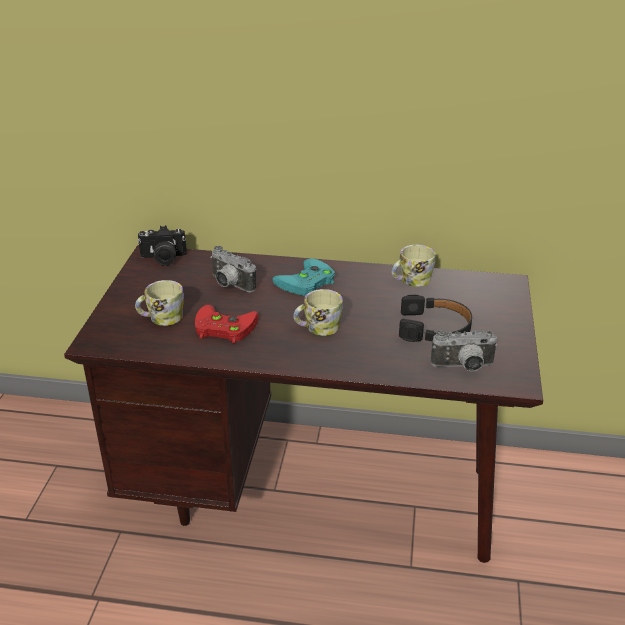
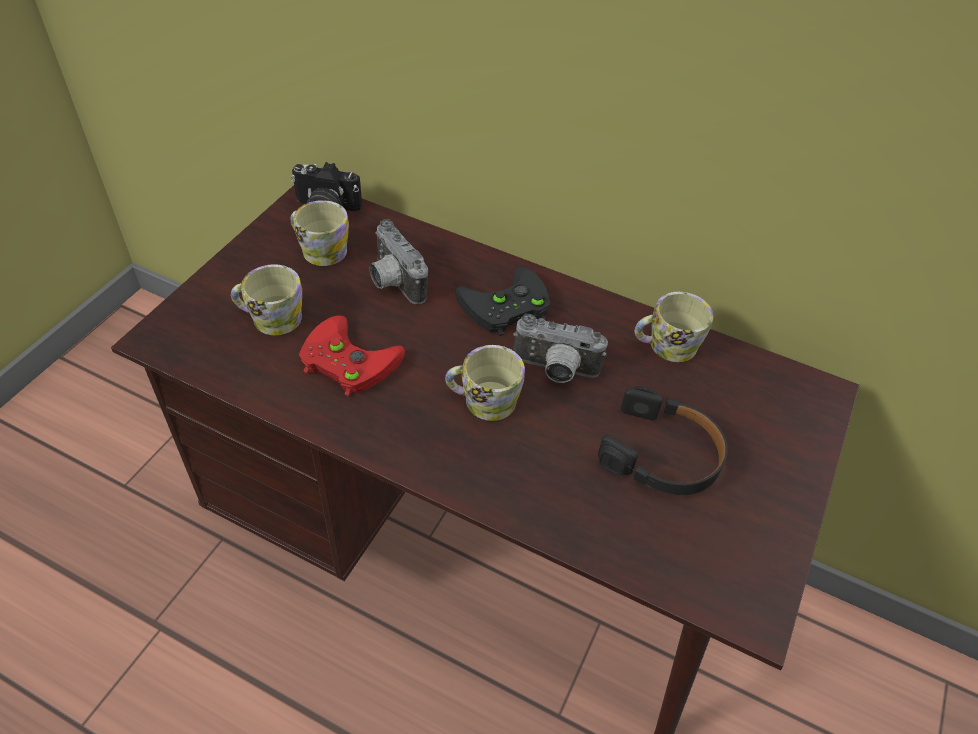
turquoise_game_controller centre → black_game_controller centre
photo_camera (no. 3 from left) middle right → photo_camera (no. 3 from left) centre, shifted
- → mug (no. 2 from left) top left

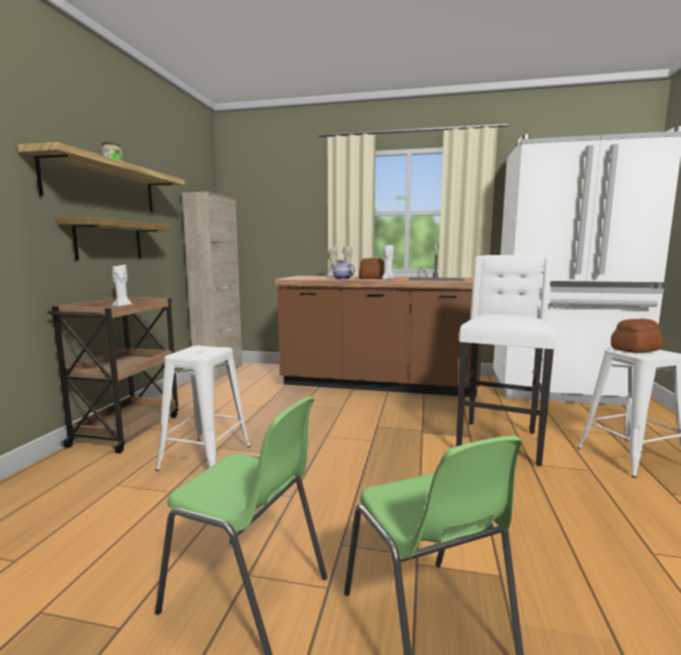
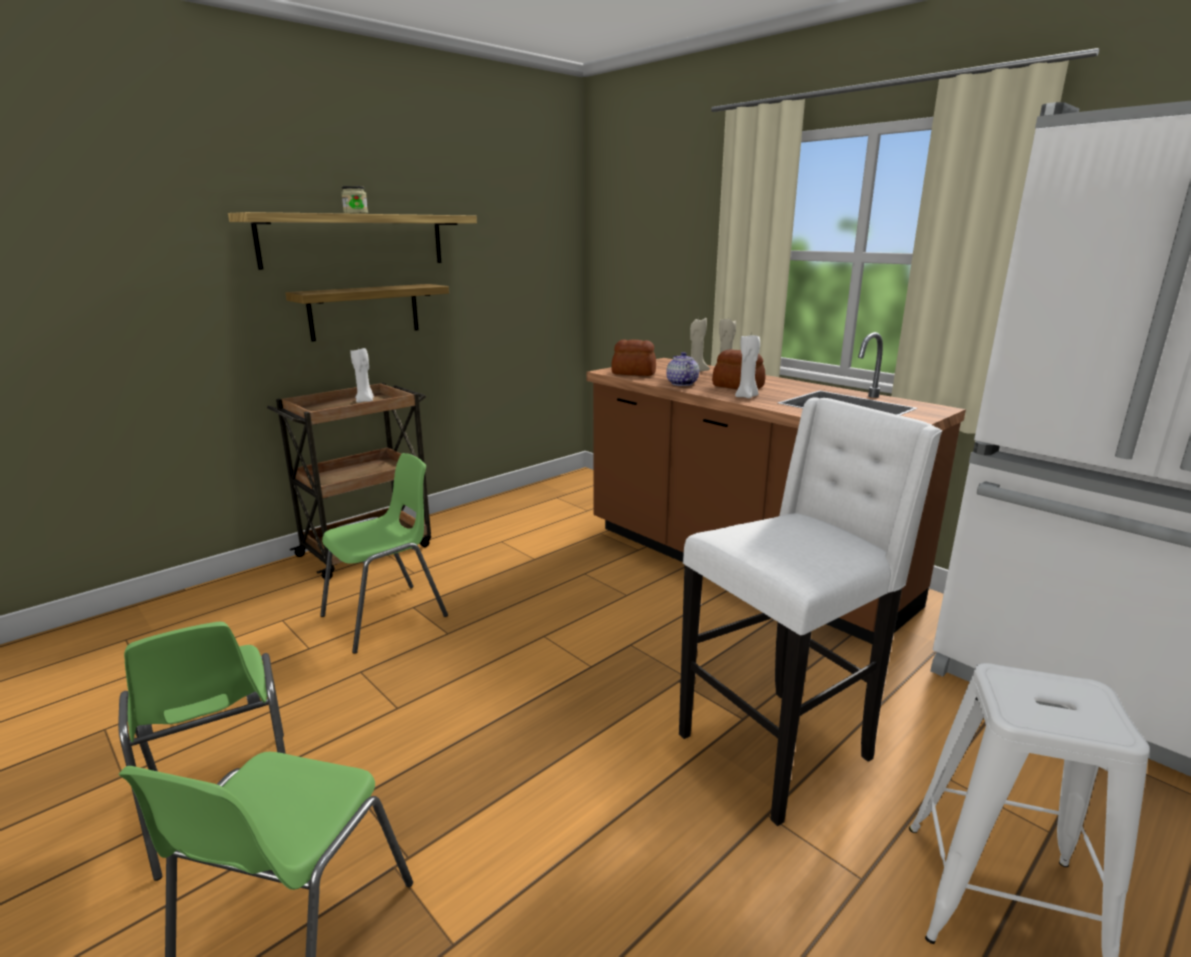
white_stool (no. 1 from left) middle left → green_chair (no. 3 from left) middle left
beige_cabinet middle left → -
bread (no. 2 from left in the first image) middle right → bread (no. 1 from left) centre, shifted

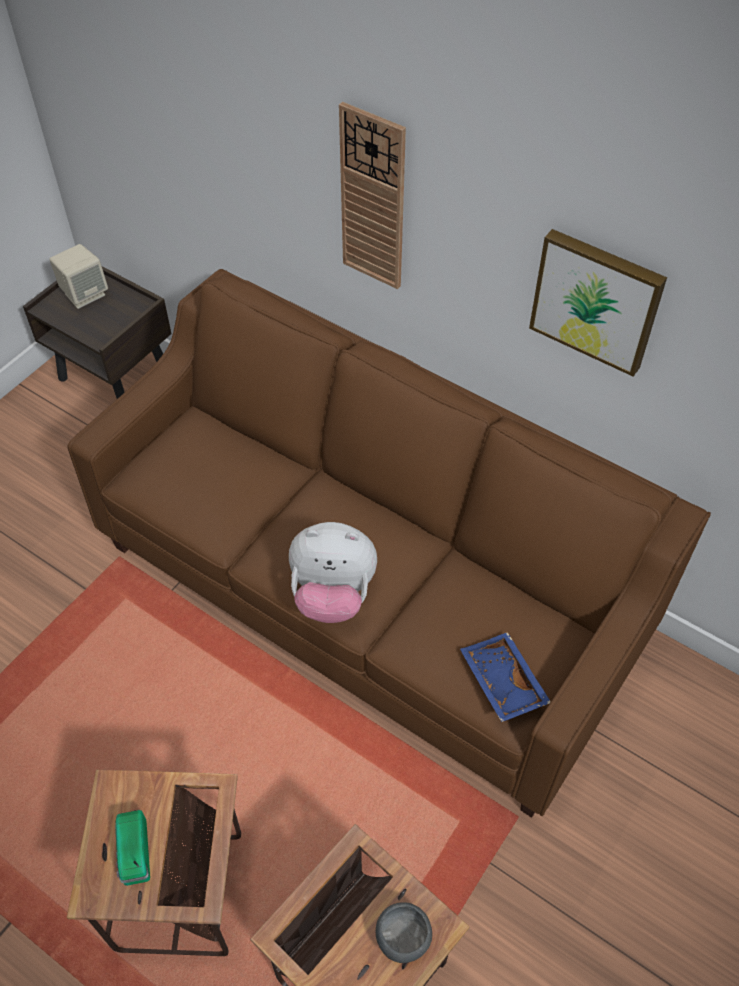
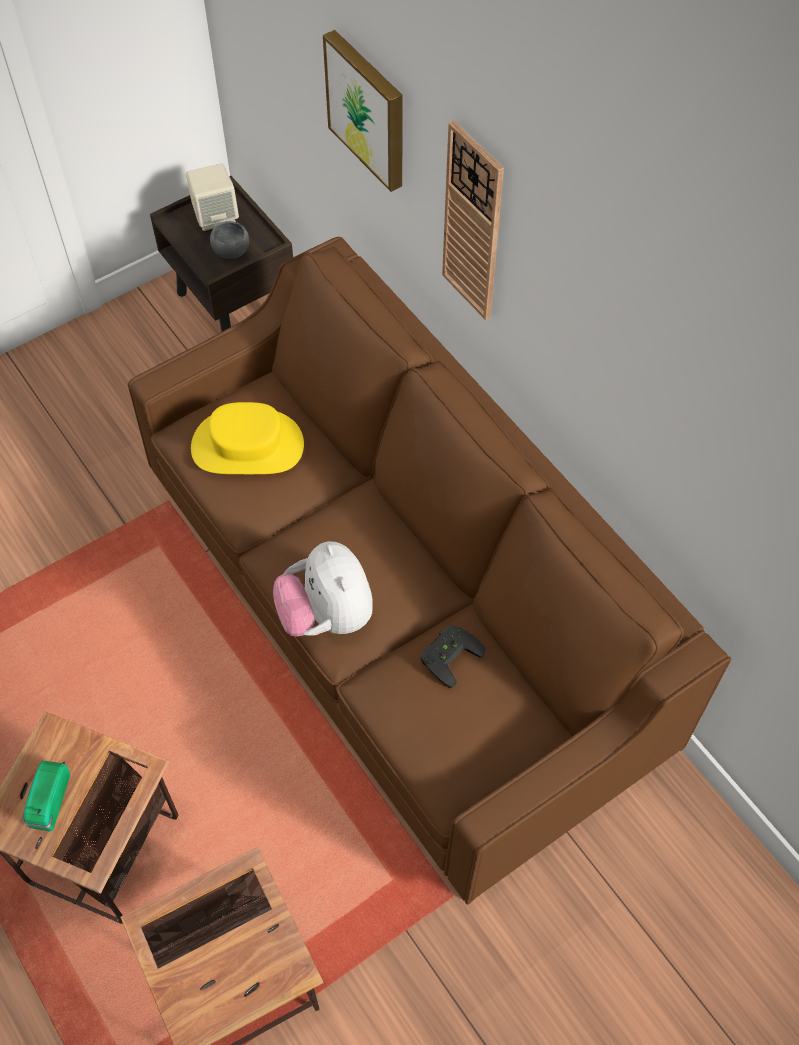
plush_toy centre, 45 degrees clockwise
grey_bowl bottom centre → grey_bowl top left, shifted
blue_tray bottom right → -
picture top right → picture top centre, shifted
- → yellow_hat middle left
- → black_game_controller centre

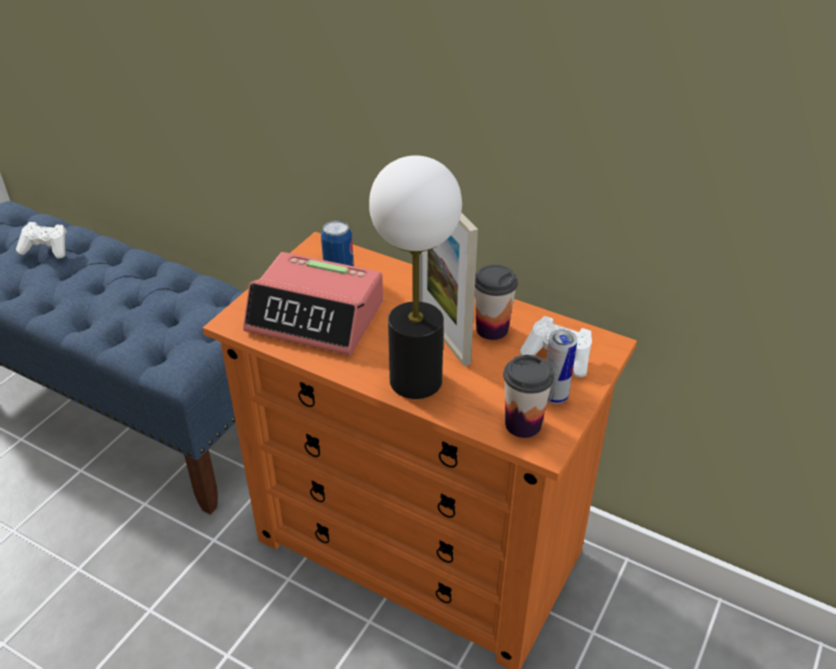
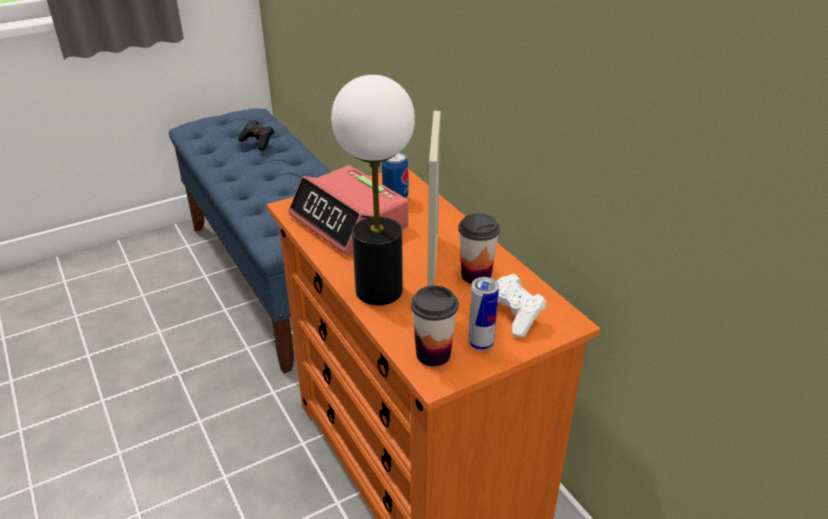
white_game_controller (no. 1 from left) middle left → black_game_controller top left

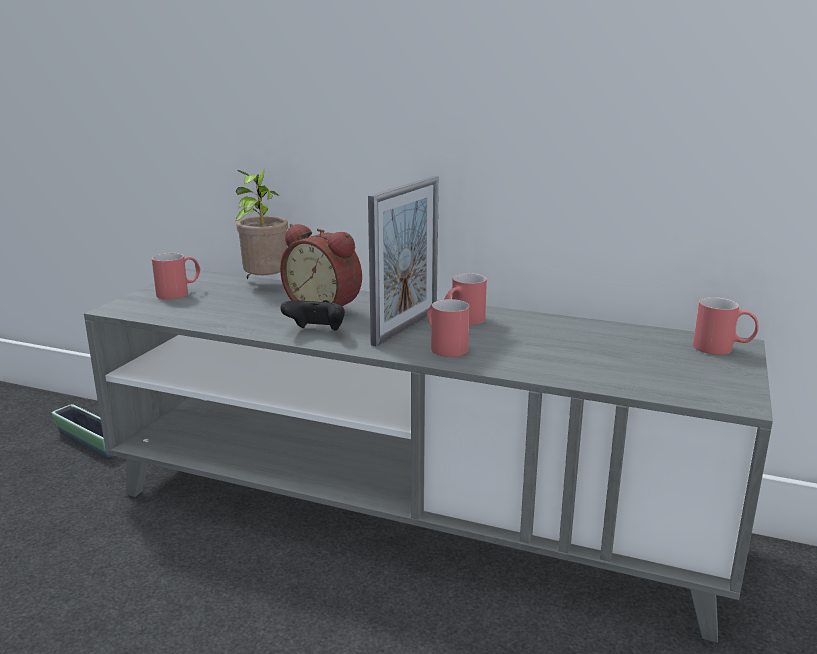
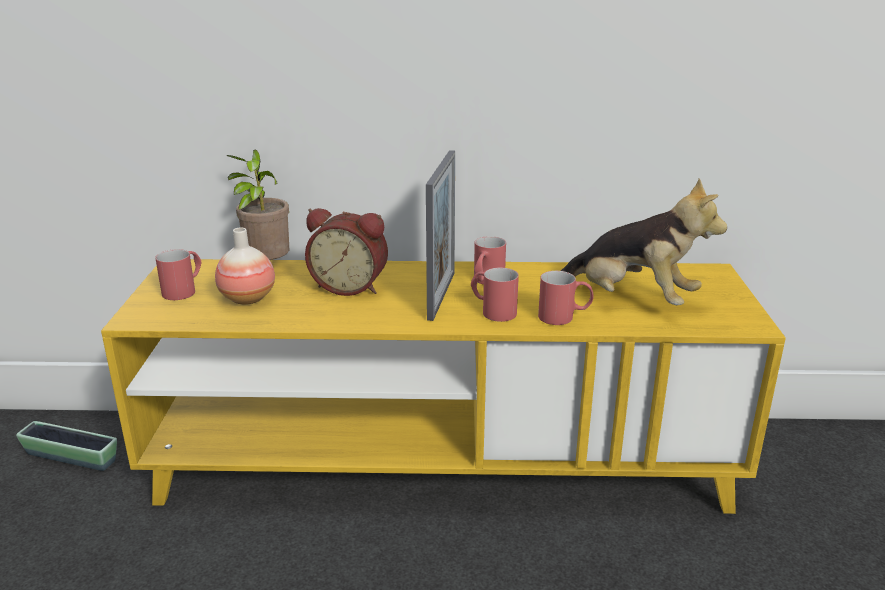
grey_tv_stand bottom centre → yellow_tv_stand centre
black_game_controller centre → -
red_mug (no. 4 from left) middle right → red_mug (no. 4 from left) centre, shifted
- → vase middle left
- → plush_toy middle right

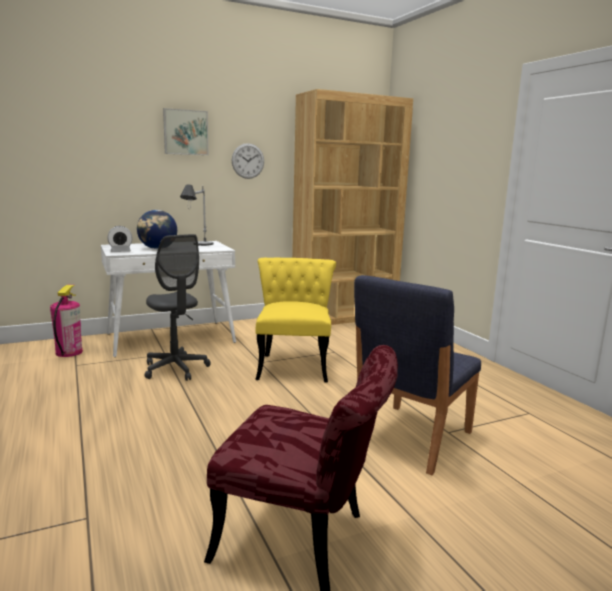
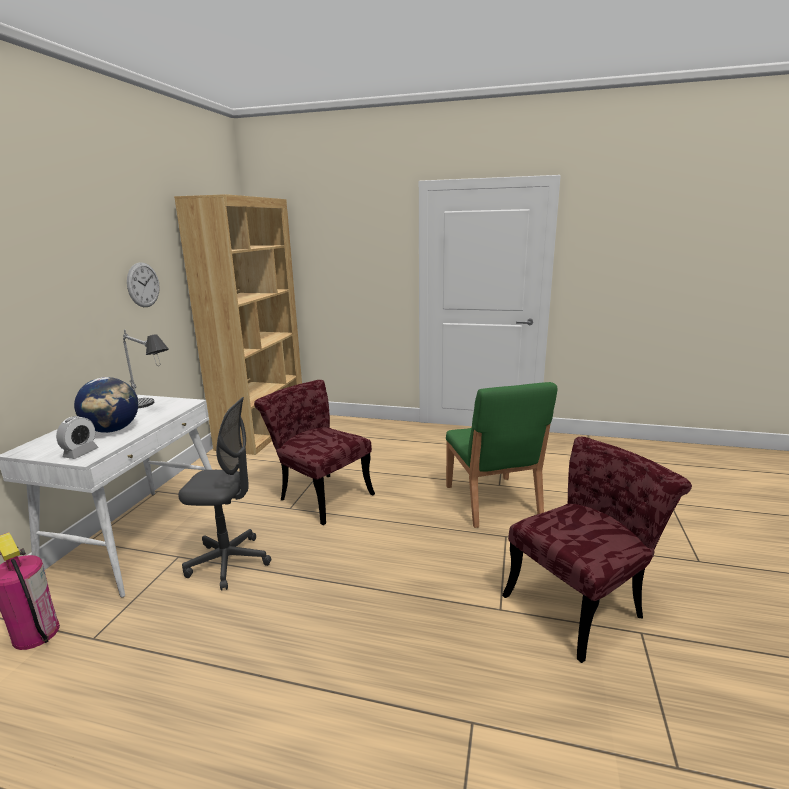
picture top left → -
yellow_chair centre → red_chair (no. 1 from left) centre
blue_chair middle right → green_chair centre

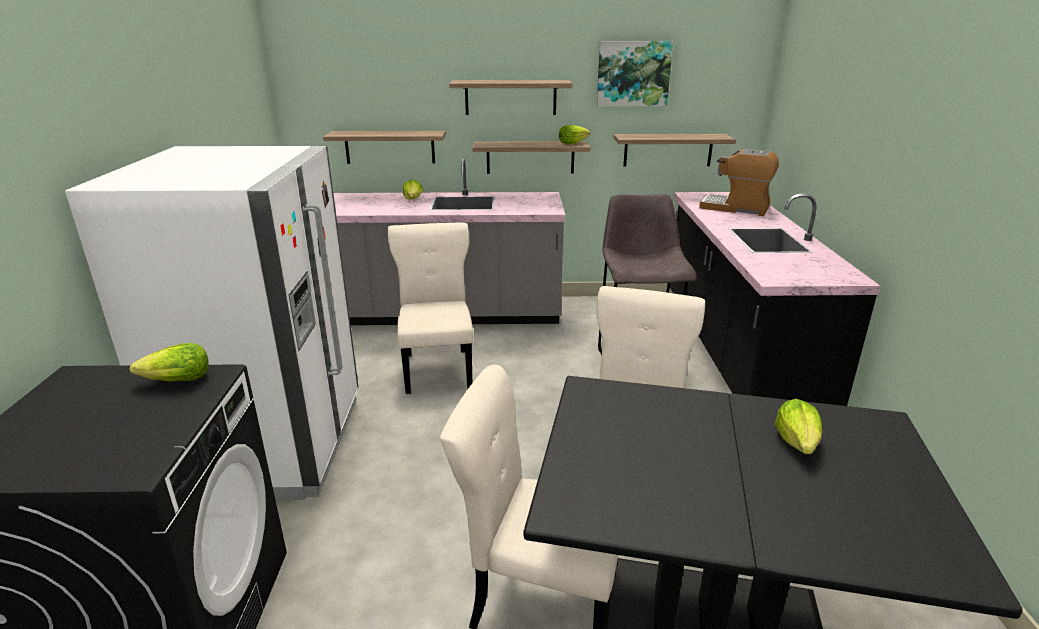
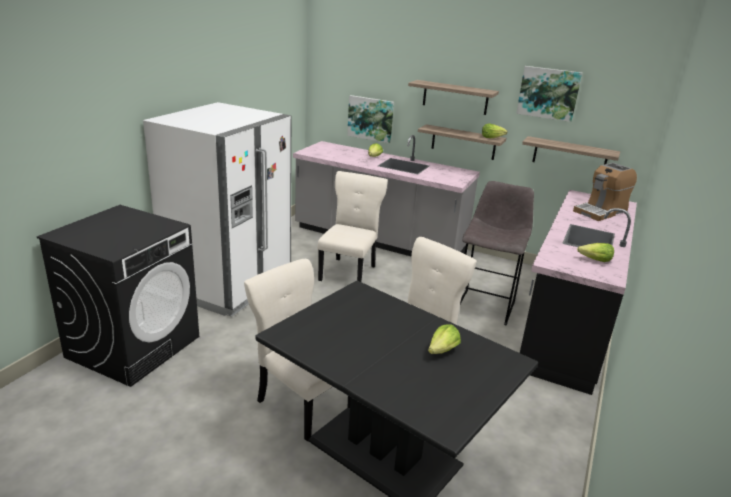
lettuce (no. 1 from left in the first image) middle left → lettuce (no. 4 from left) middle right, shifted
shelf (no. 1 from left) top centre → picture (no. 1 from left) top centre
coffee_machine top right → coffee_machine middle right, 90 degrees counterclockwise

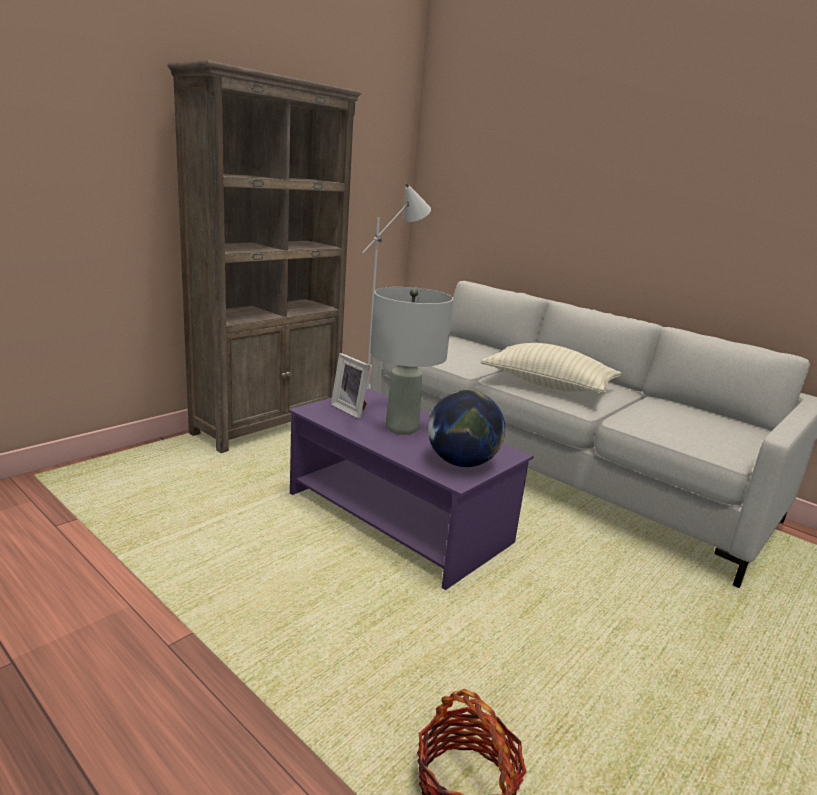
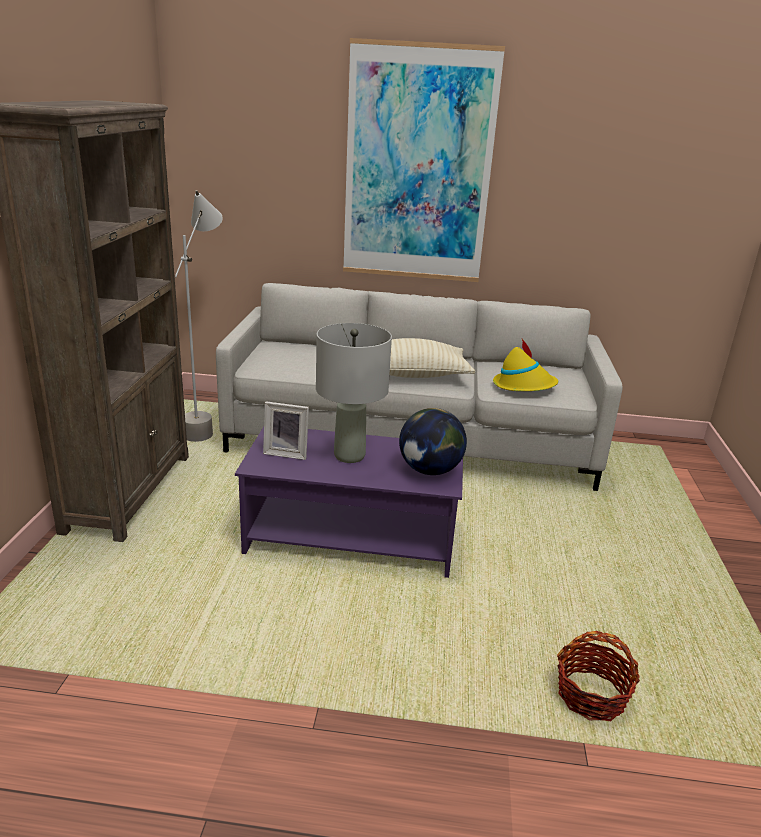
- → picture top centre
- → yellow_hat middle right

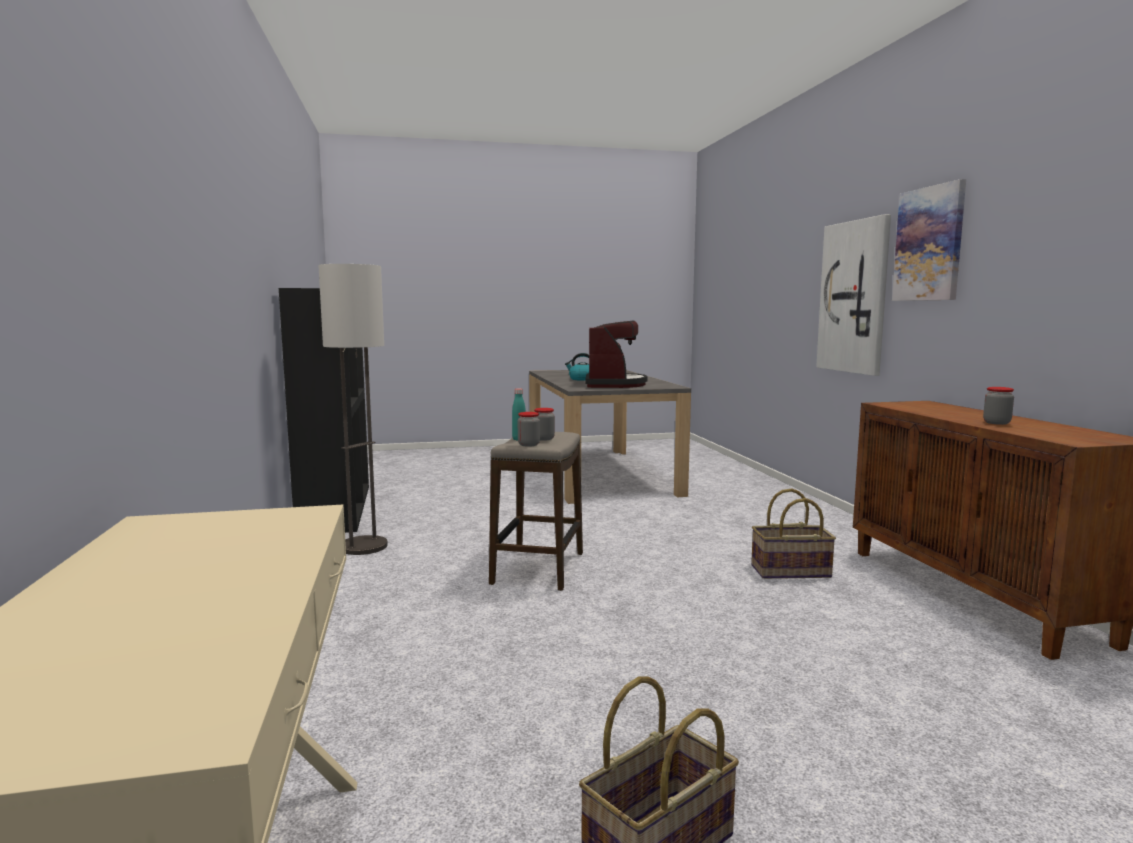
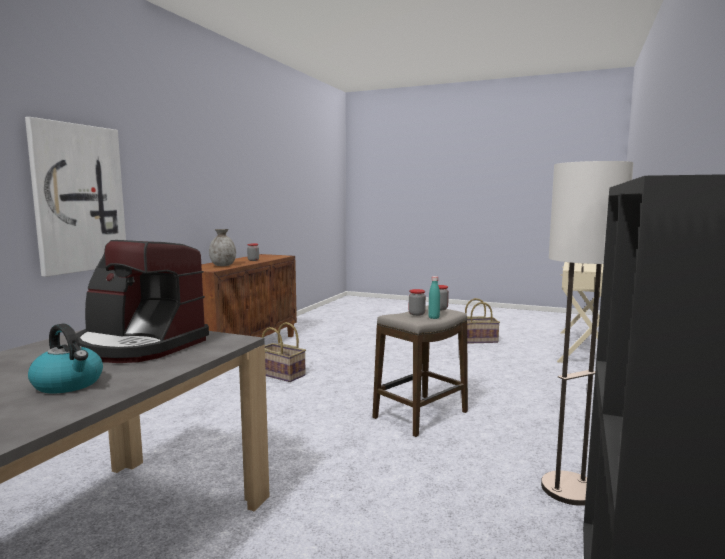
coffee_machine centre → coffee_machine middle left, 105 degrees counterclockwise
picture (no. 2 from left) top right → -
- → grey_vase middle left

